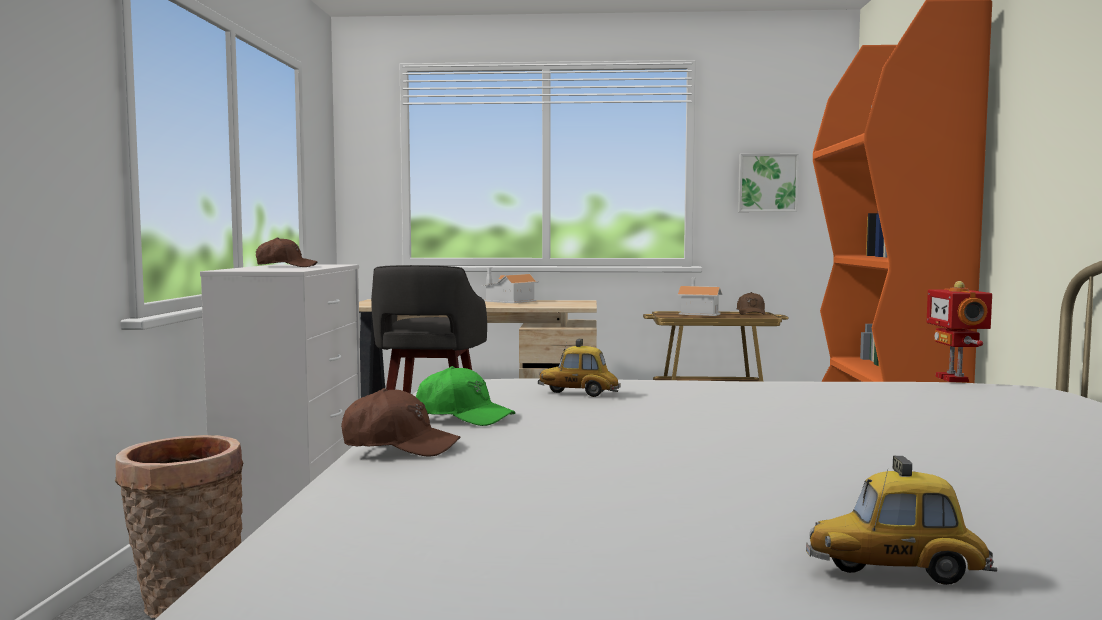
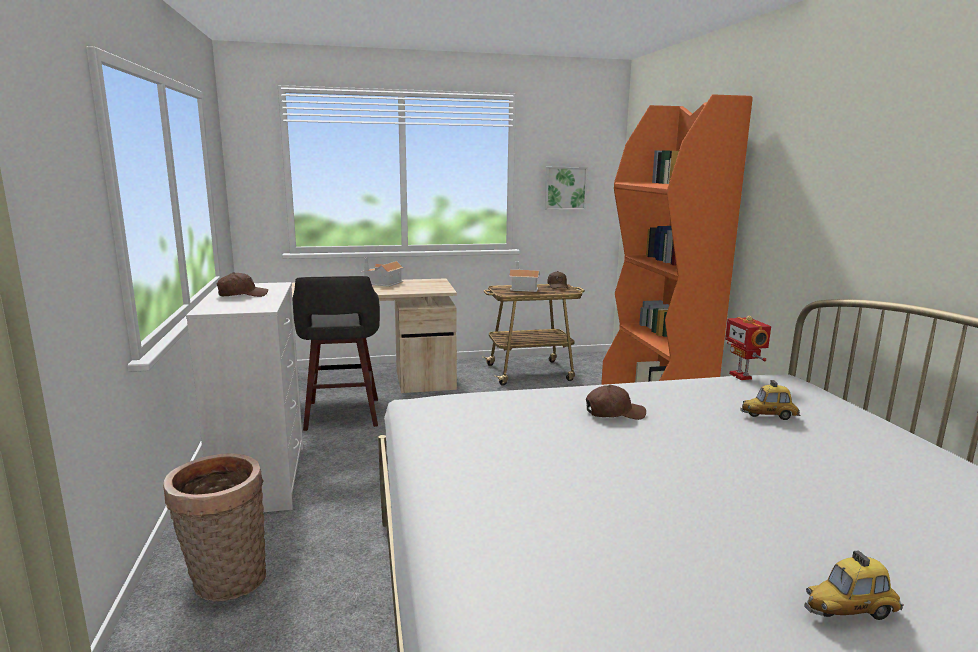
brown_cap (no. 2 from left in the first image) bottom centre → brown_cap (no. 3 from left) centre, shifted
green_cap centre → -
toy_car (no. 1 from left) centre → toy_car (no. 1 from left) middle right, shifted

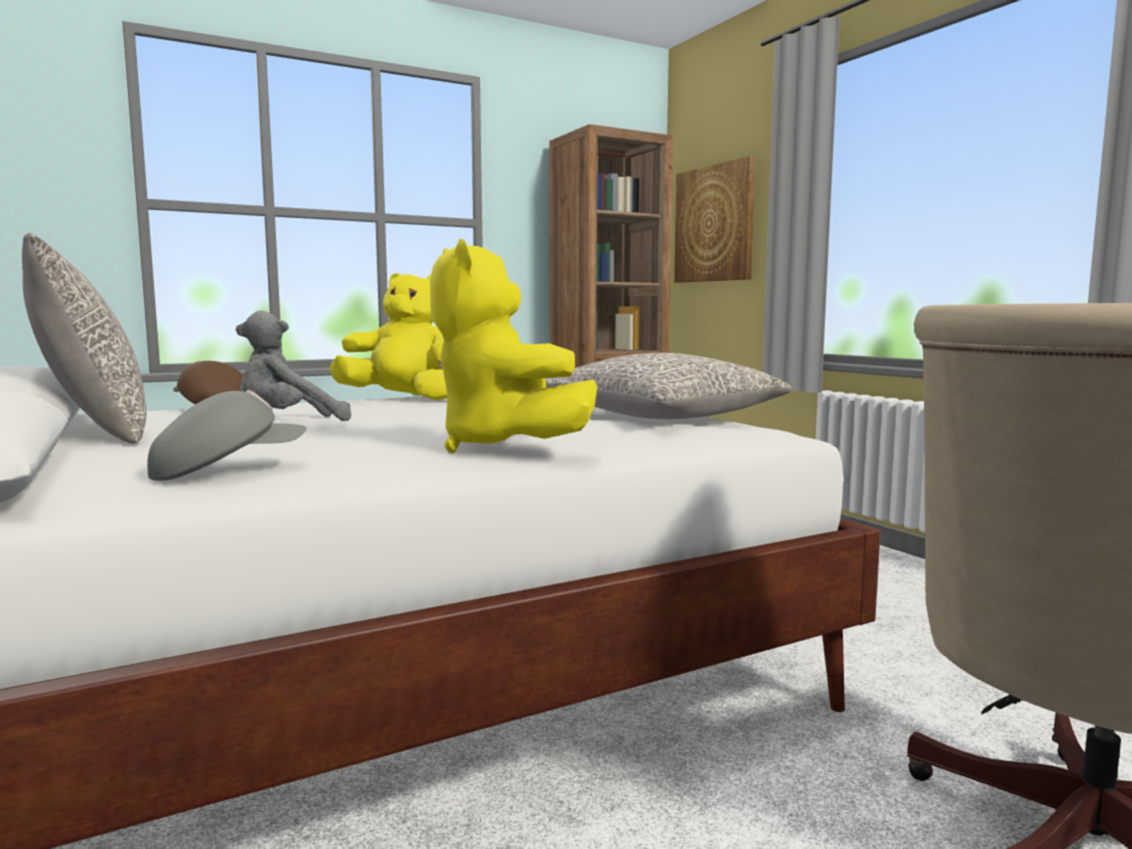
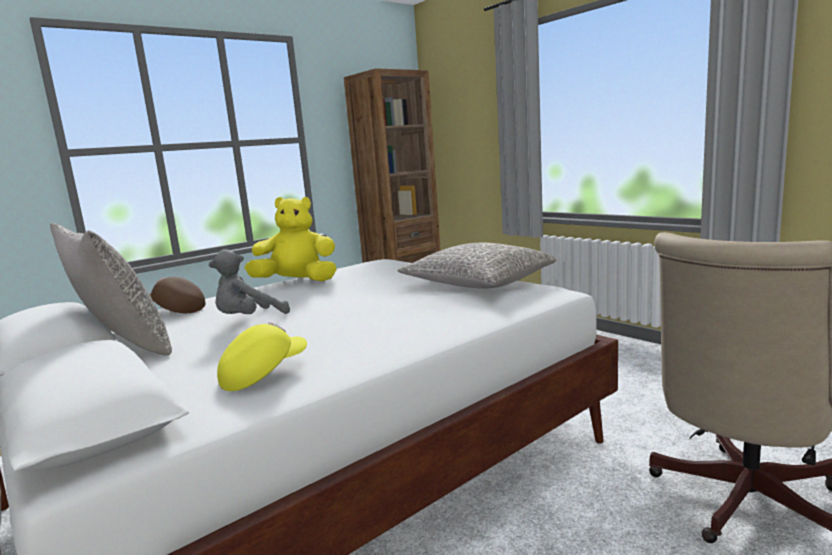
grey_cap middle left → yellow_cap middle left
yellow_plush_toy (no. 2 from left) centre → -
picture top centre → -

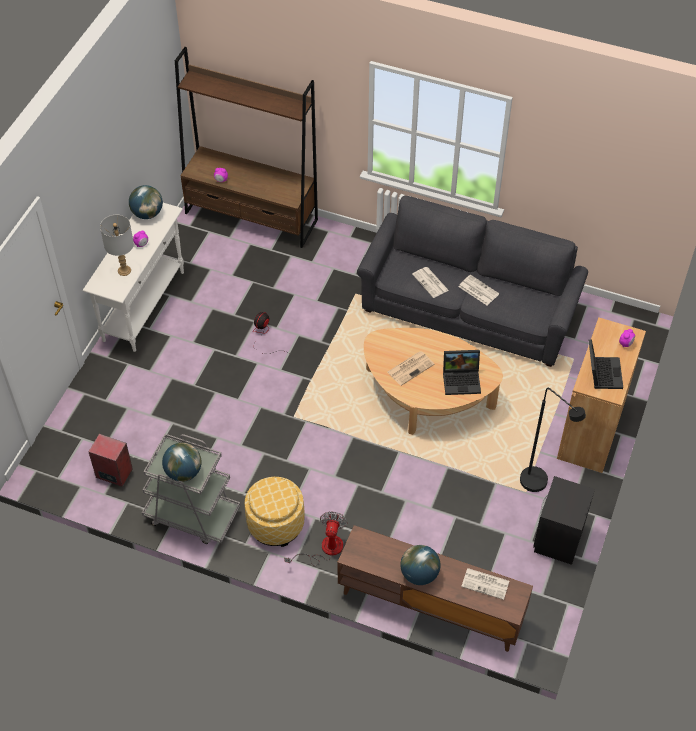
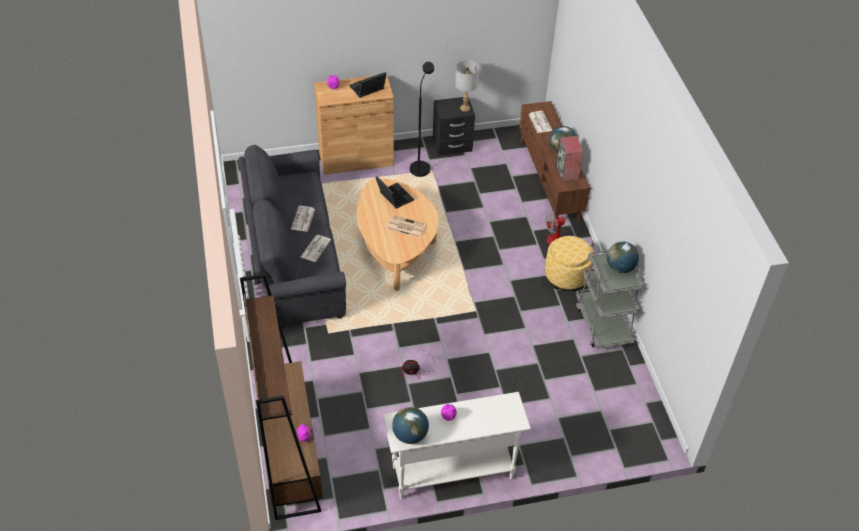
speaker middle left → speaker top centre, shifted
grey_table_lamp middle left → grey_table_lamp top centre, shifted

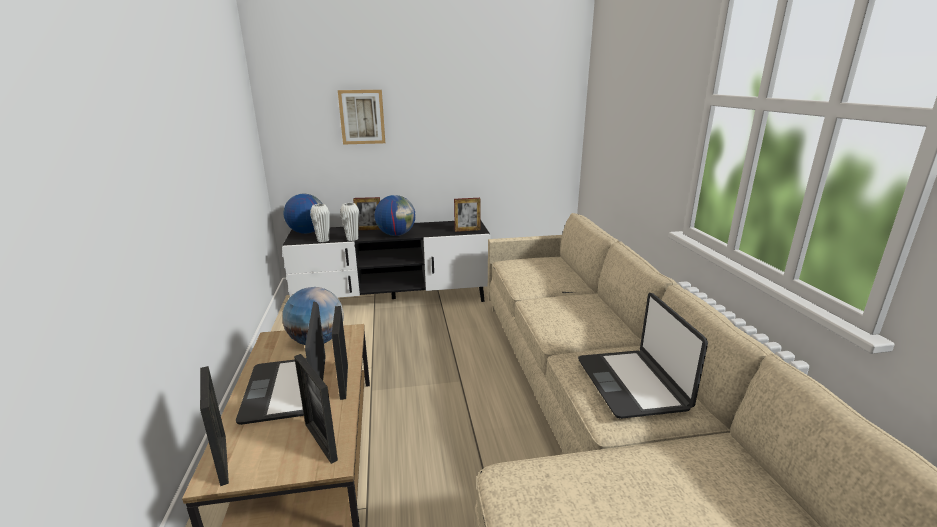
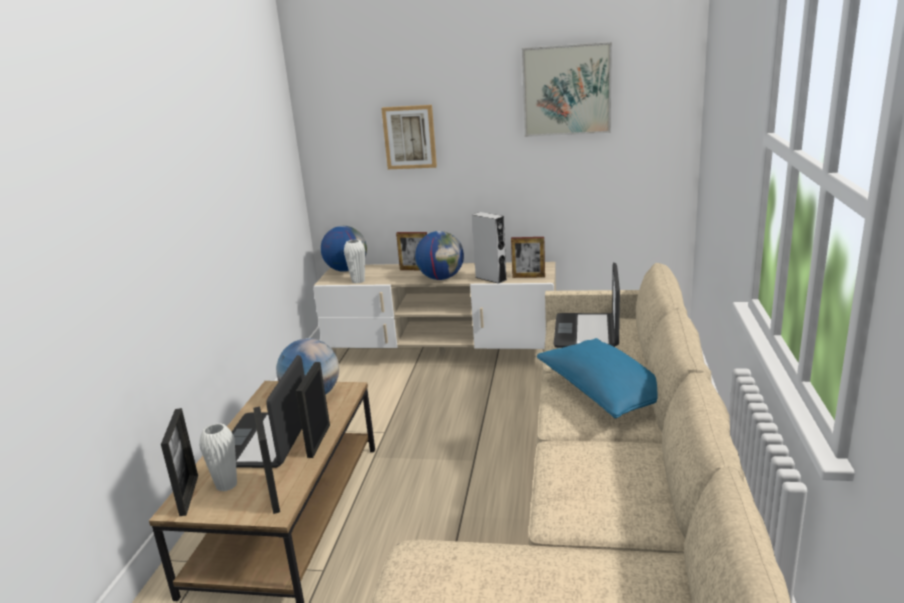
black_tv_stand centre → beige_tv_stand centre
white_vase (no. 2 from left in the first image) centre → white_vase (no. 1 from left) bottom left, shifted
laptop (no. 2 from left) bottom right → laptop (no. 2 from left) centre, shifted
- → grey_speaker centre
- → picture (no. 2 from left) top centre
- → blue_pillow centre

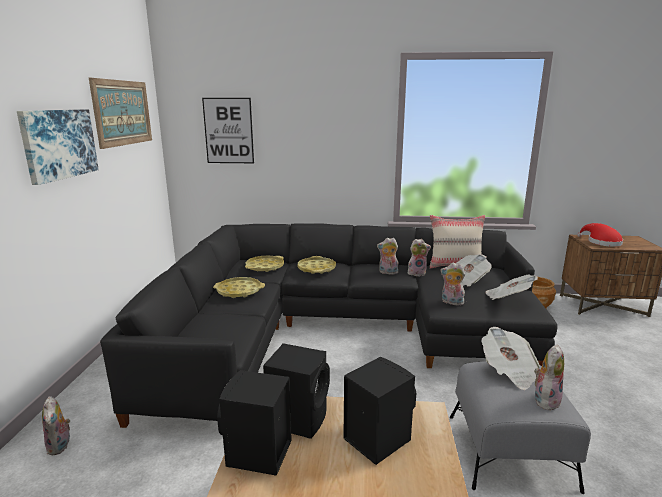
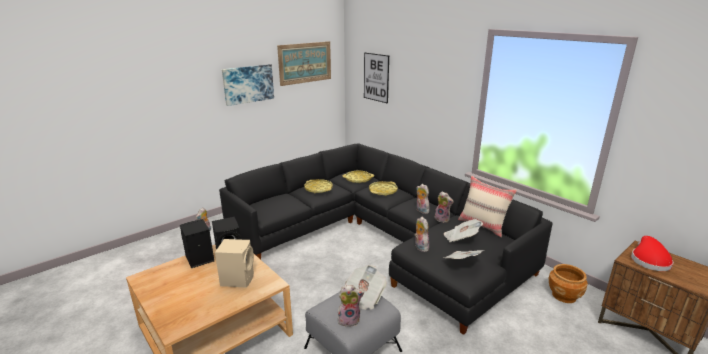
black_speaker (no. 3 from left) bottom centre → beige_speaker bottom left

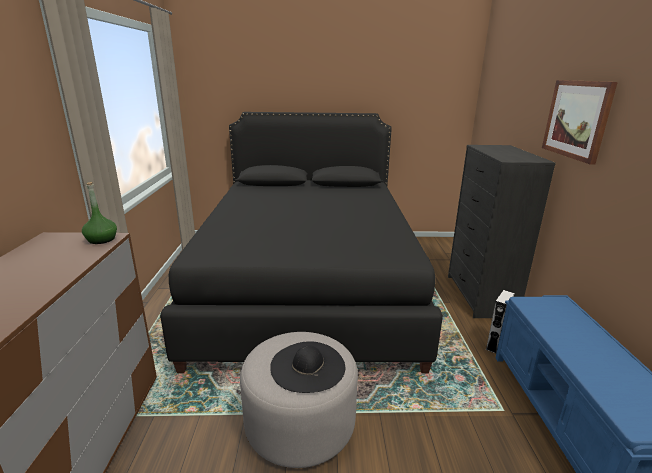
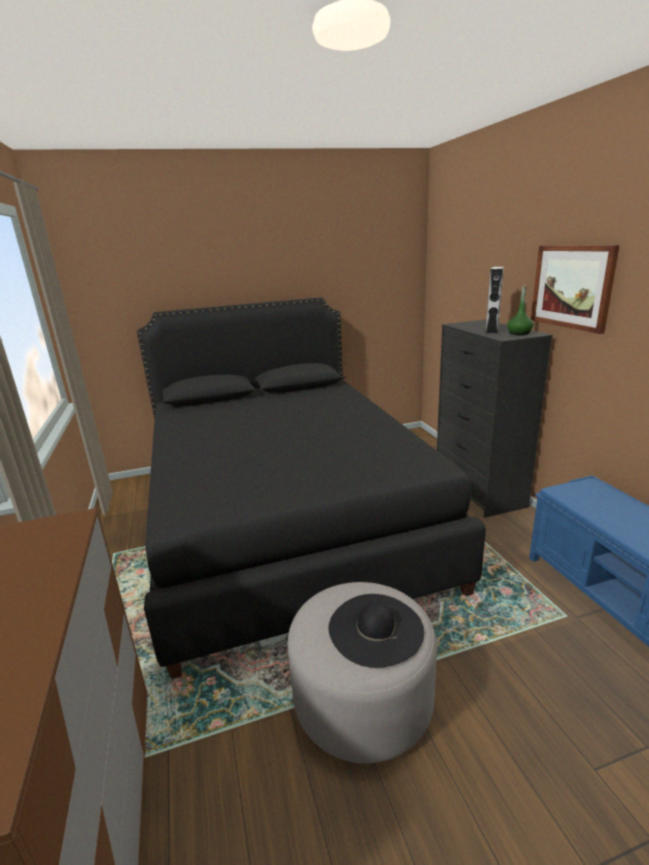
green_bottle middle left → green_bottle middle right, shifted
grey_speaker bottom right → grey_speaker middle right, shifted

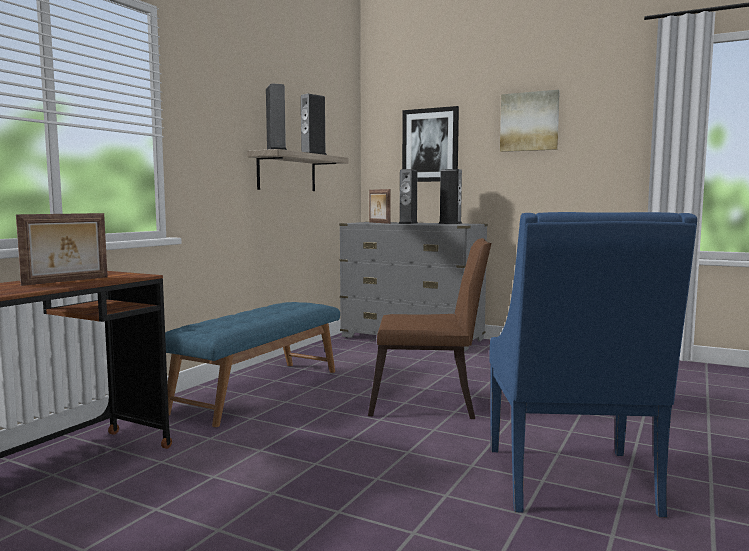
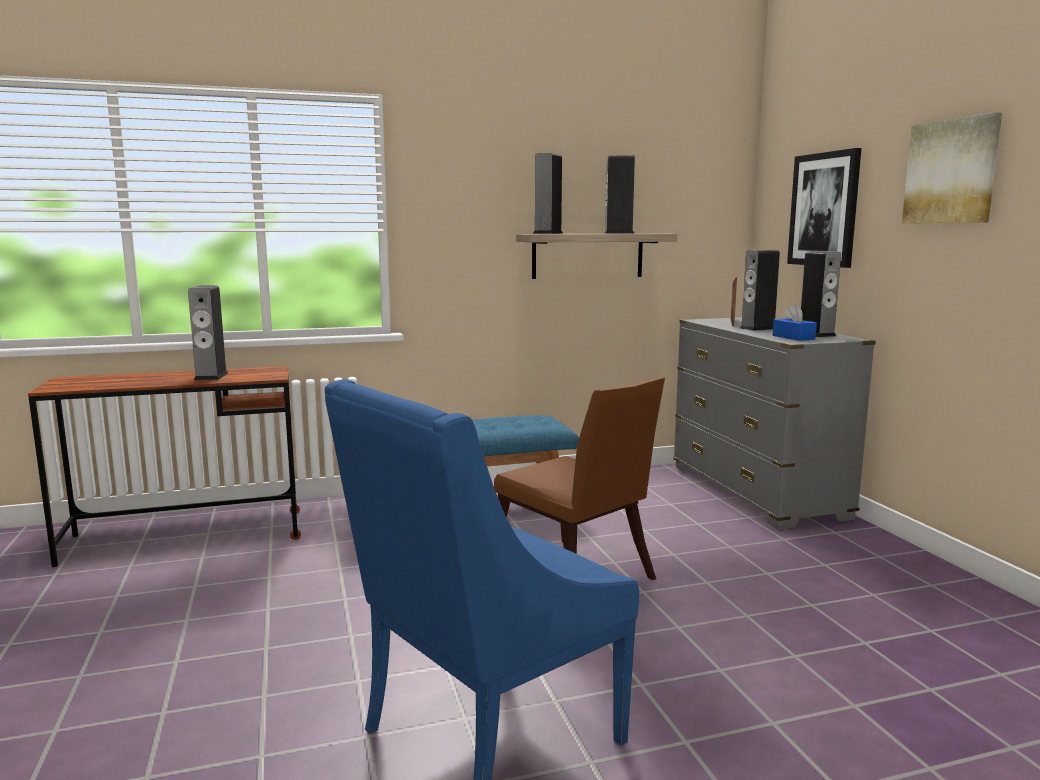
picture_frame (no. 1 from left) middle left → speaker (no. 1 from left) middle left
- → blue_tissue_box middle right

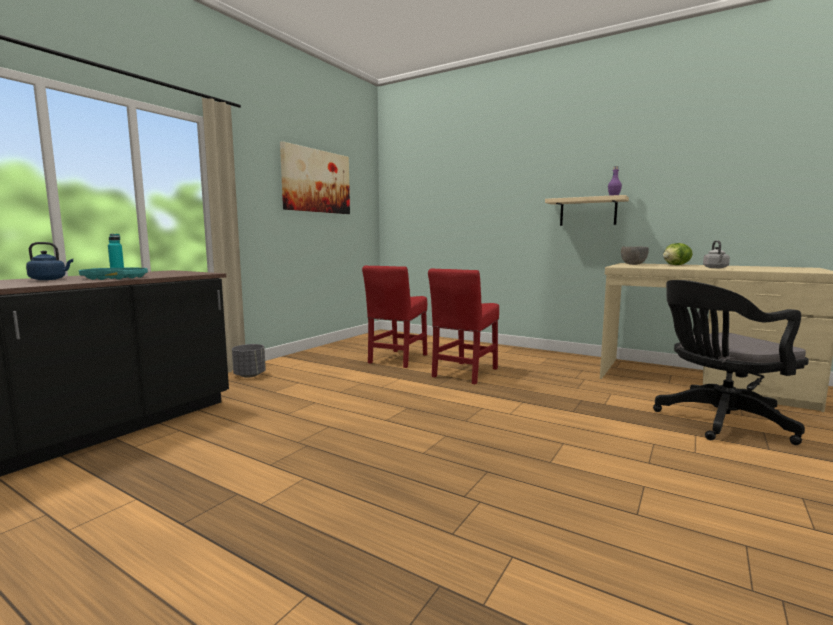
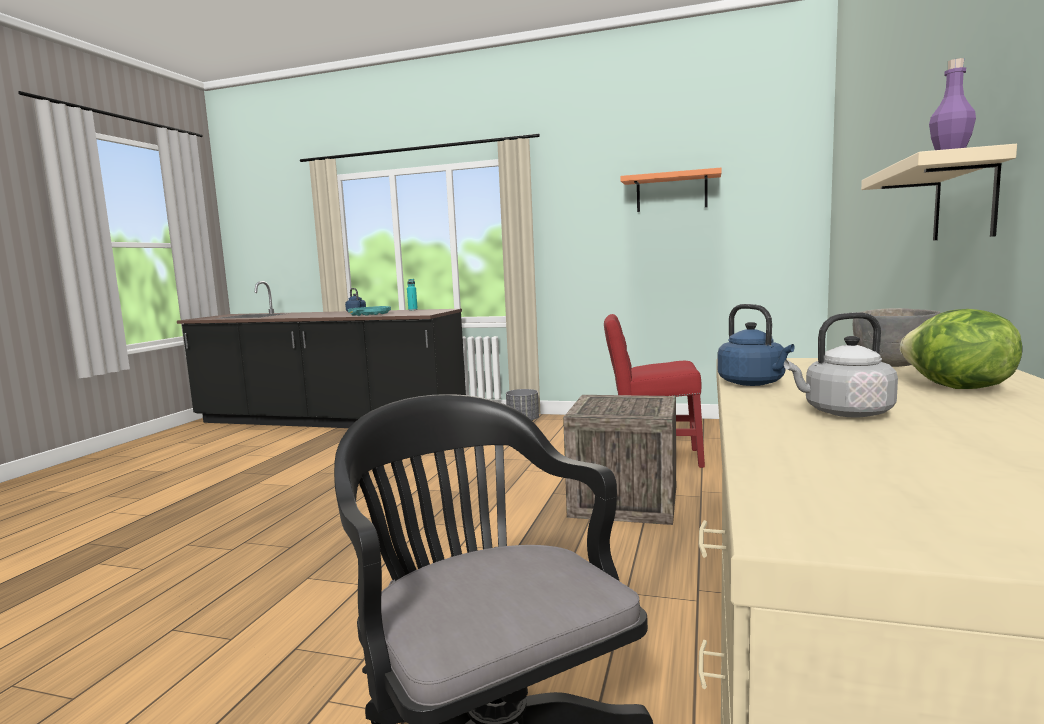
picture top centre → orange_shelf top centre
red_chair (no. 2 from left) centre → crate centre
- → blue_kettle (no. 2 from left) middle right

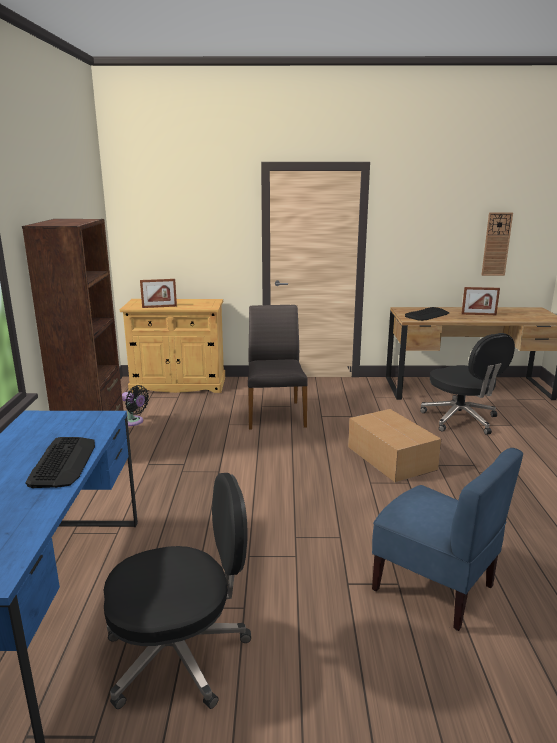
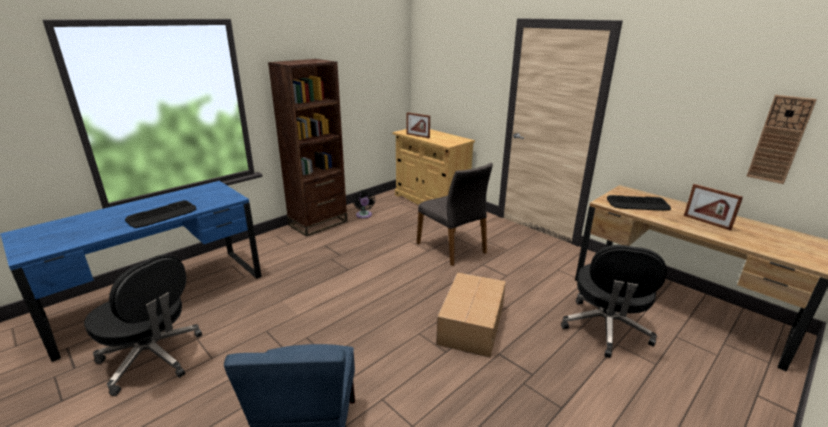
grey_chair centre, 105 degrees clockwise

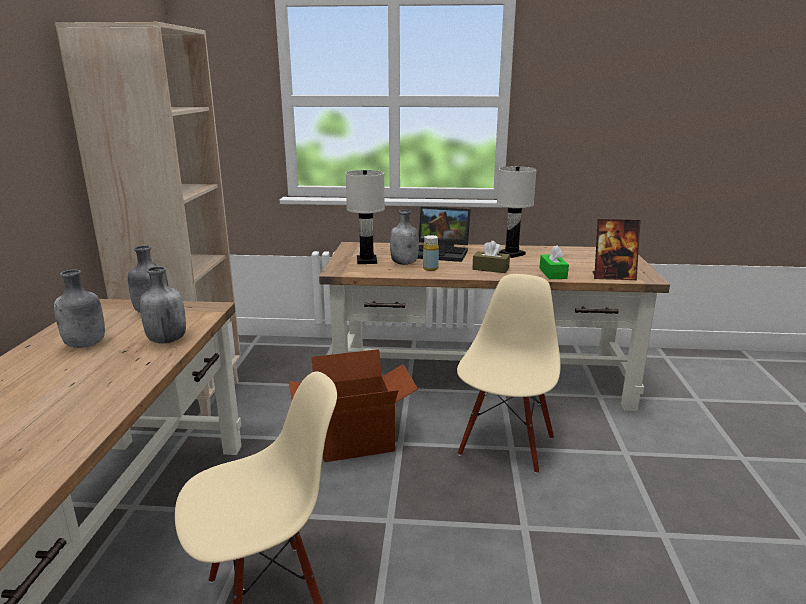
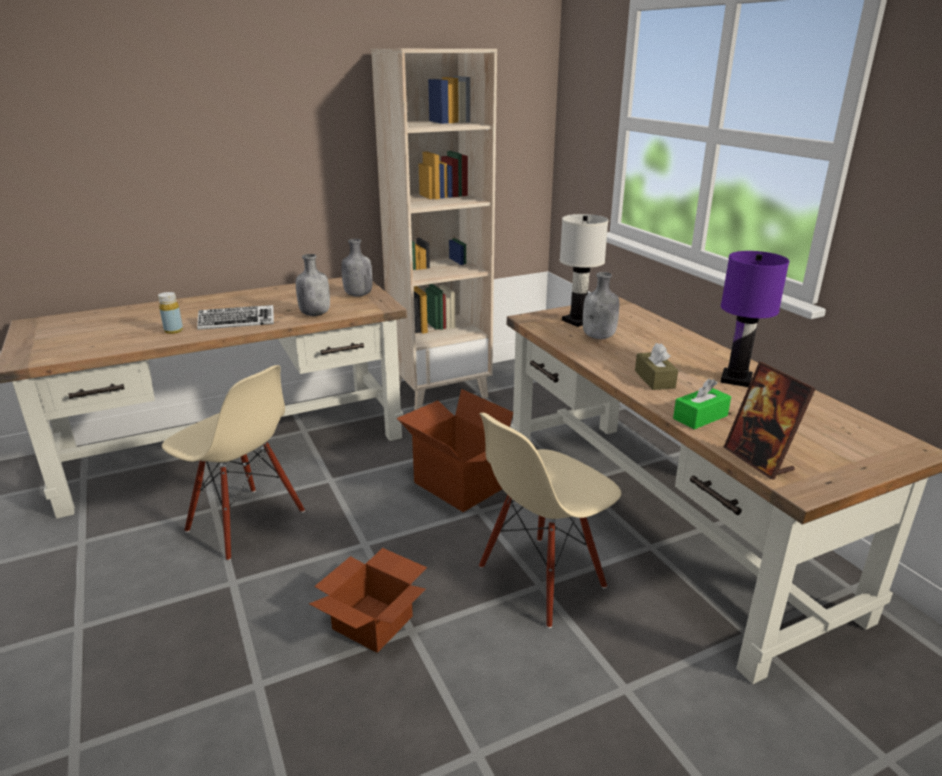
grey_bottle (no. 1 from left) middle left → -
laptop centre → -
yellow_bottle centre → yellow_bottle middle left, shifted
beige_chair (no. 2 from left) centre → beige_chair (no. 2 from left) bottom centre, 150 degrees clockwise
white_table_lamp (no. 2 from left) centre → purple_table_lamp middle right
- → keyboard middle left
- → cardboard_box (no. 1 from left) bottom centre

